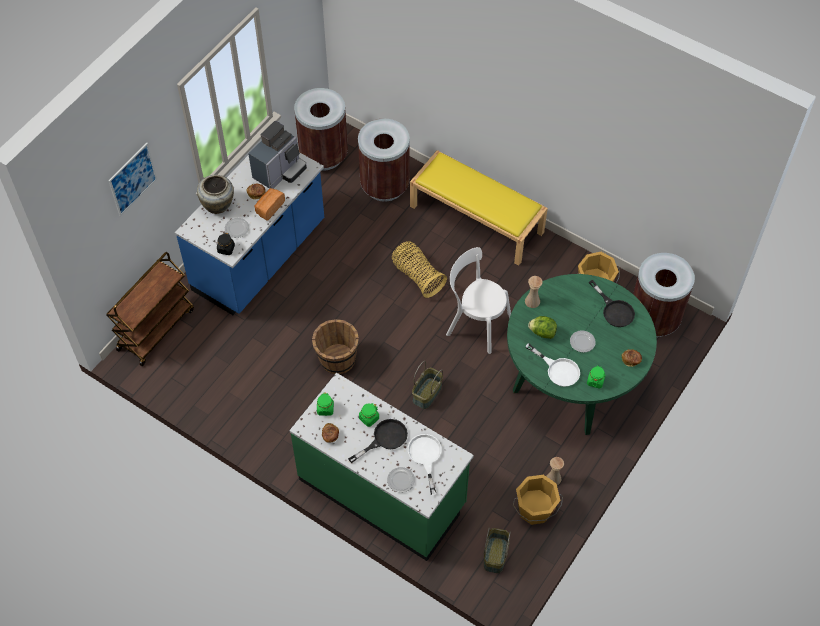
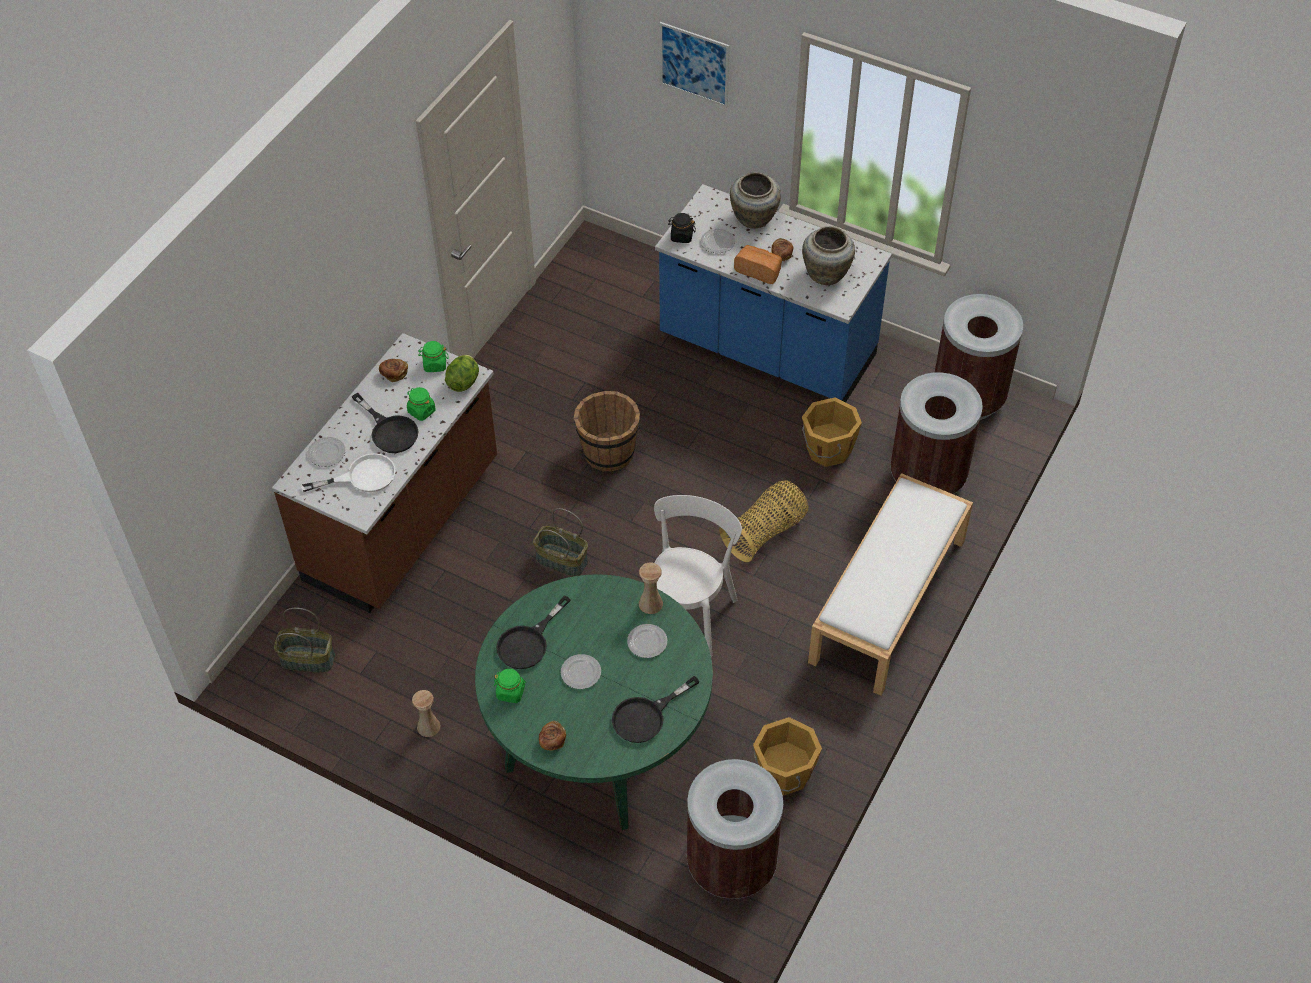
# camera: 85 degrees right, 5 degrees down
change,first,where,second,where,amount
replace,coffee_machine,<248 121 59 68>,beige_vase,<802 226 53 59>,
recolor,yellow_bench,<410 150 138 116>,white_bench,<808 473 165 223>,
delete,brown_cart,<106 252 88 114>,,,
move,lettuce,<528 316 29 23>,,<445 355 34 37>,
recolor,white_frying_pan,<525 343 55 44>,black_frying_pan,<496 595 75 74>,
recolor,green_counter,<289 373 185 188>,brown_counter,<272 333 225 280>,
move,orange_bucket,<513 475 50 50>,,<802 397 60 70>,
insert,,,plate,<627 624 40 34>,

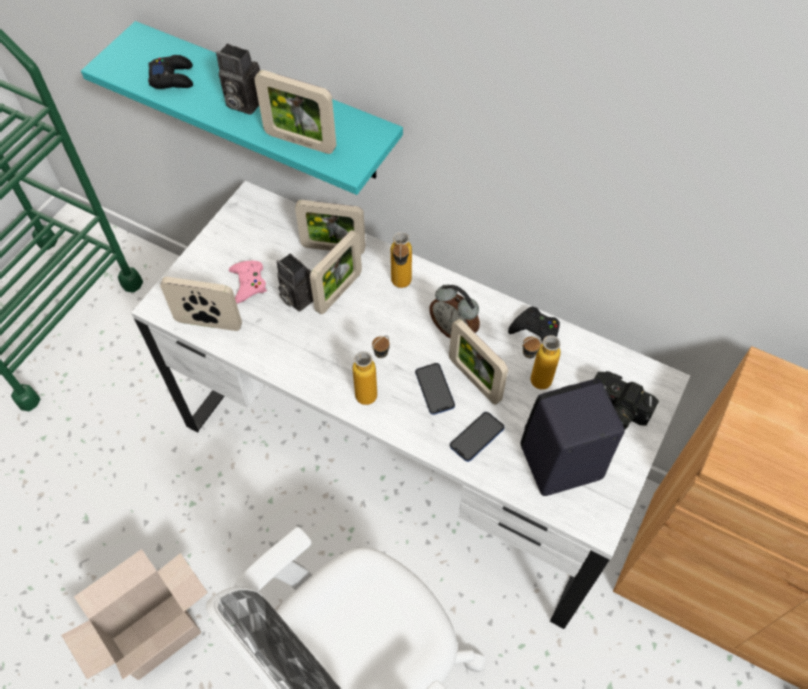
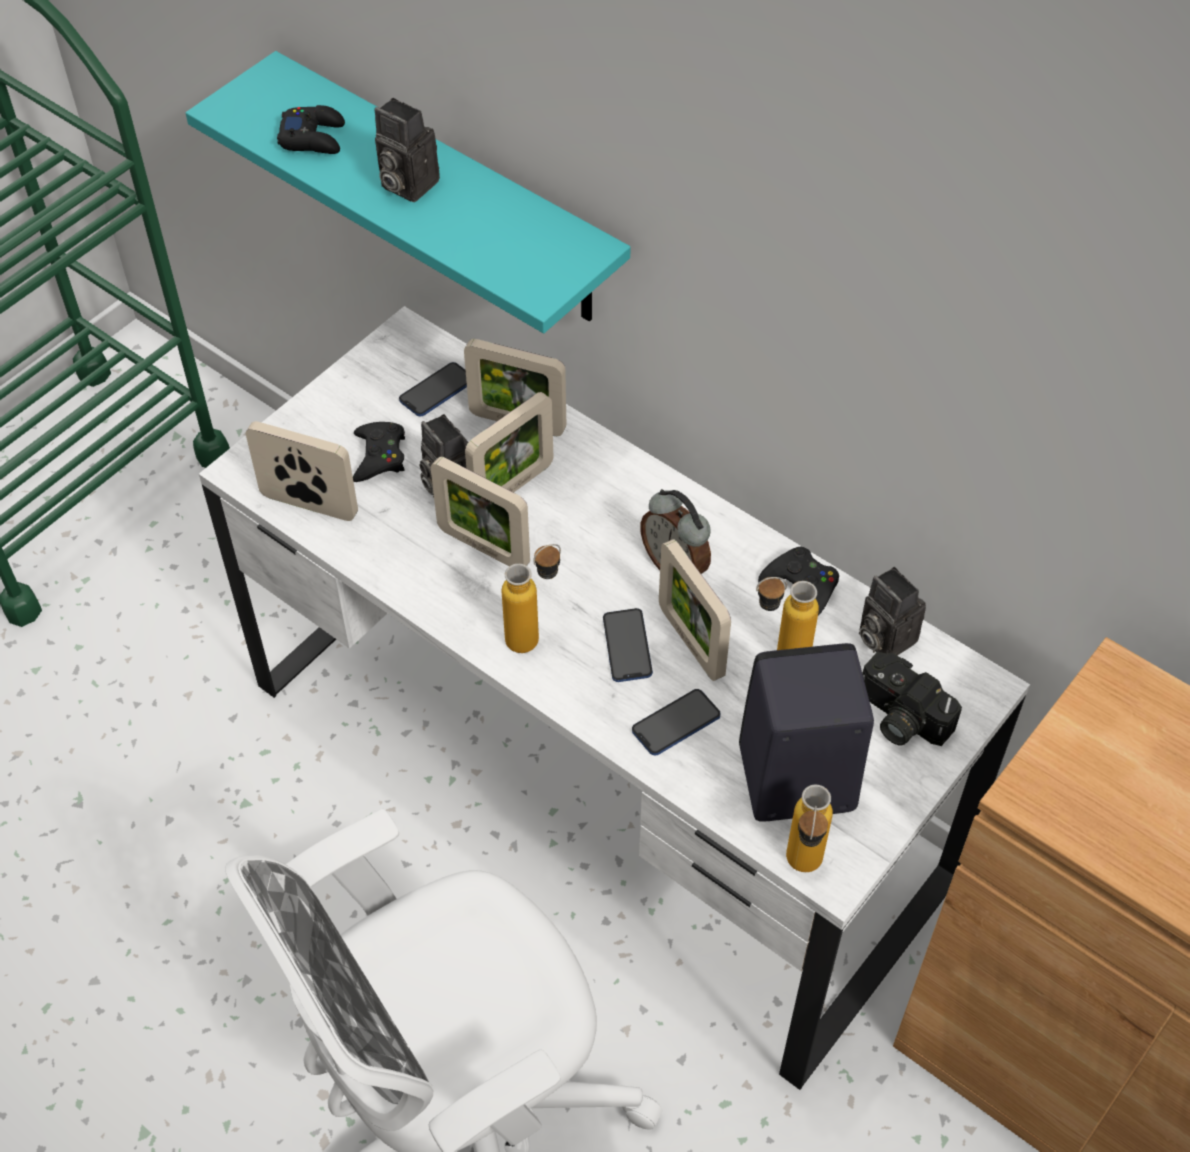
# camera: 10 degrees right, 5 degrees down
change,first,where,second,where,amount
move,picture_frame,<254 70 82 84>,,<431 457 99 109>,
move,bottle,<391 232 21 56>,,<786 785 47 87>,
recolor,pink_game_controller,<229 261 38 43>,black_game_controller,<353 422 52 60>,
delete,cardboard_box,<61 549 147 131>,,,
insert,,,phone,<399 362 68 54>,
insert,,,photo_camera,<859 567 67 89>,

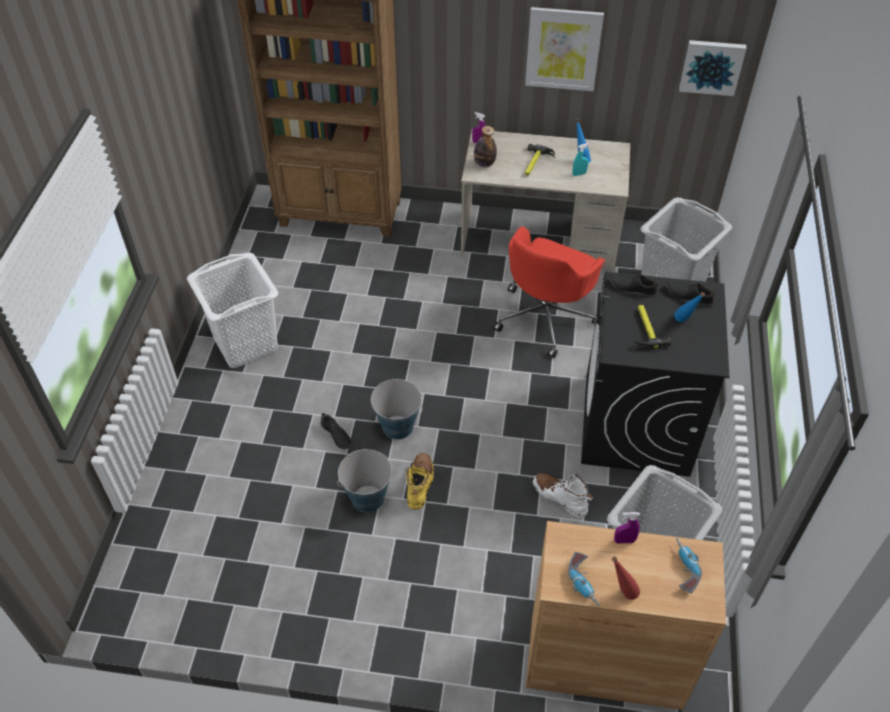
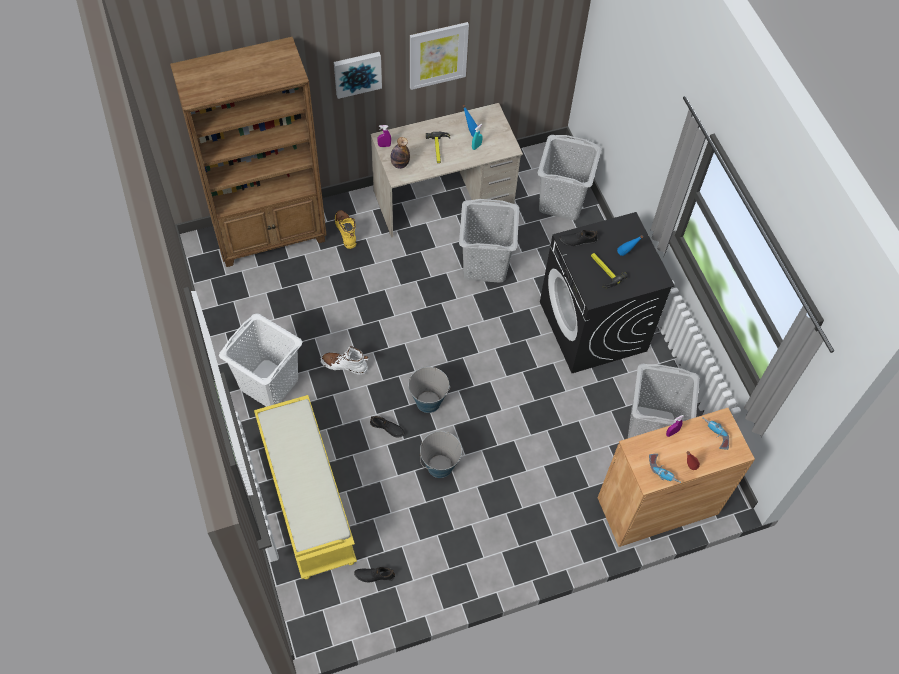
# camera: 30 degrees left, 10 degrees up
change,first,where,second,where,amount
move,picture,<679 40 68 56>,,<334 52 48 47>,
replace,red_office_chair,<493 226 112 132>,grey_laundry_basket,<459 199 60 84>,
move,black_shoe,<665 280 50 27>,,<354 567 41 16>,
move,yellow_boot,<406 453 28 57>,,<335 210 22 39>,
move,white_boot,<533 473 60 44>,,<320 346 49 29>,
insert,,,yellow_bench,<254 395 103 184>,

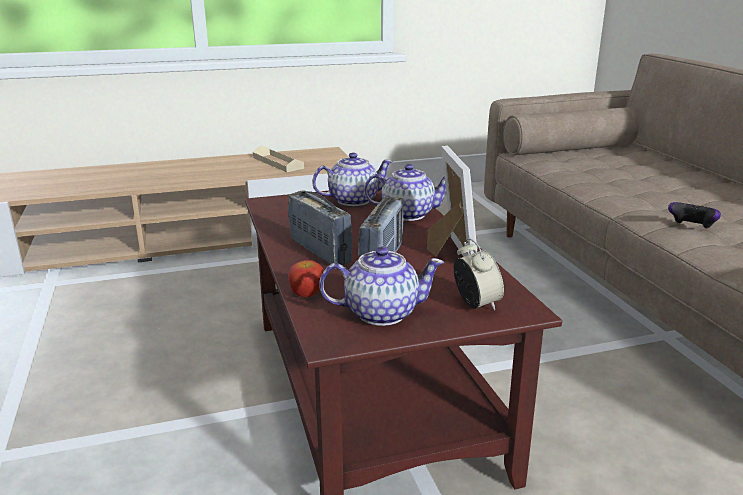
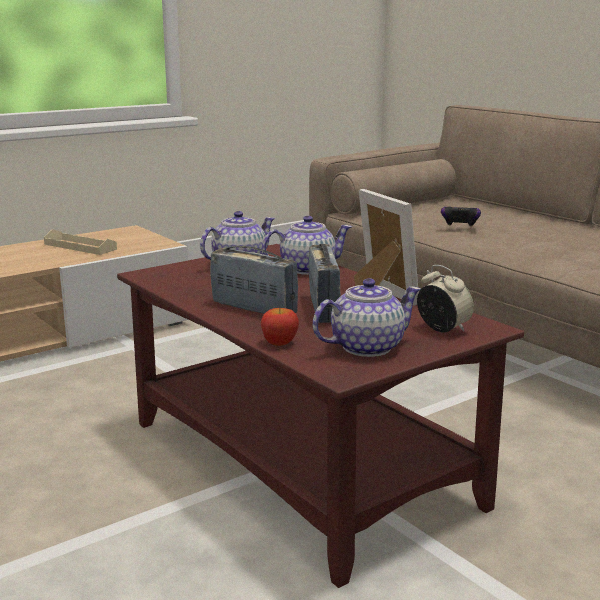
# camera: 20 degrees left, 5 degrees down
change,first,where,second,where,amount
move,game_controller,<668 202 53 27>,,<441 207 40 20>,

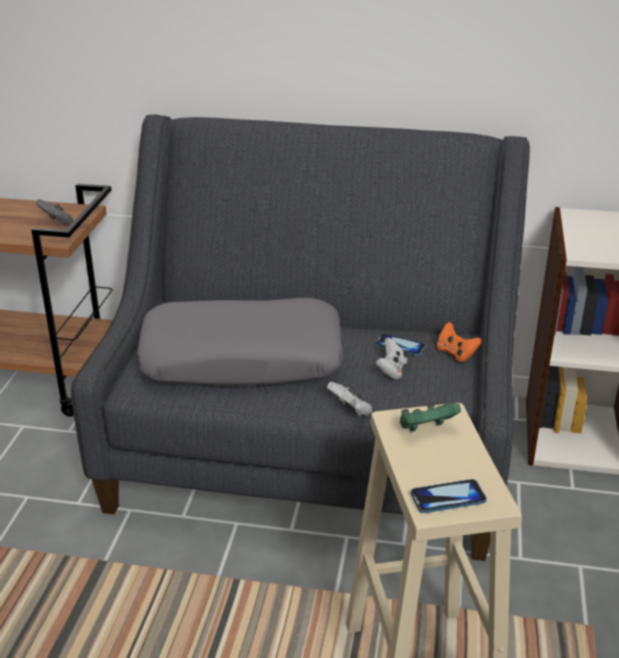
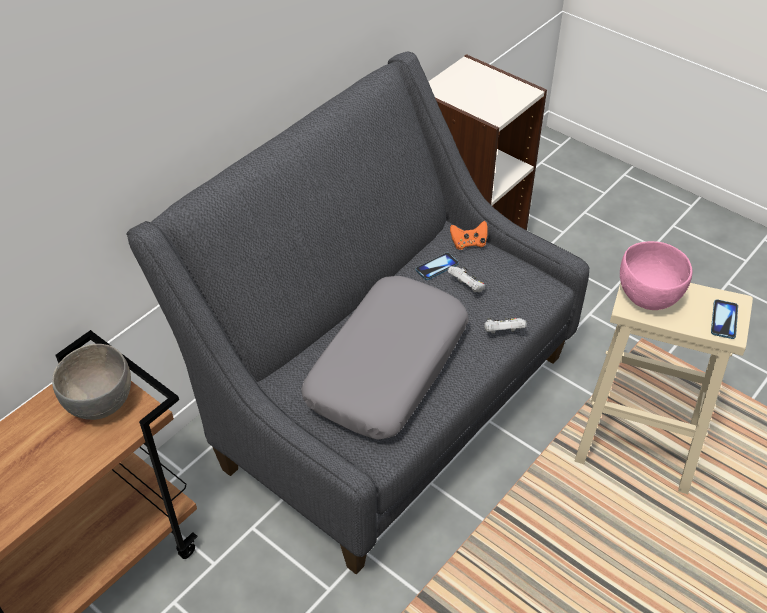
# camera: 60 degrees left, 15 degrees up
change,first,where,second,where,amount
replace,grey_game_controller,<36 199 37 26>,grey_bowl,<52 344 79 76>,
replace,green_game_controller,<400 403 61 29>,pink_bowl,<620 241 72 69>,

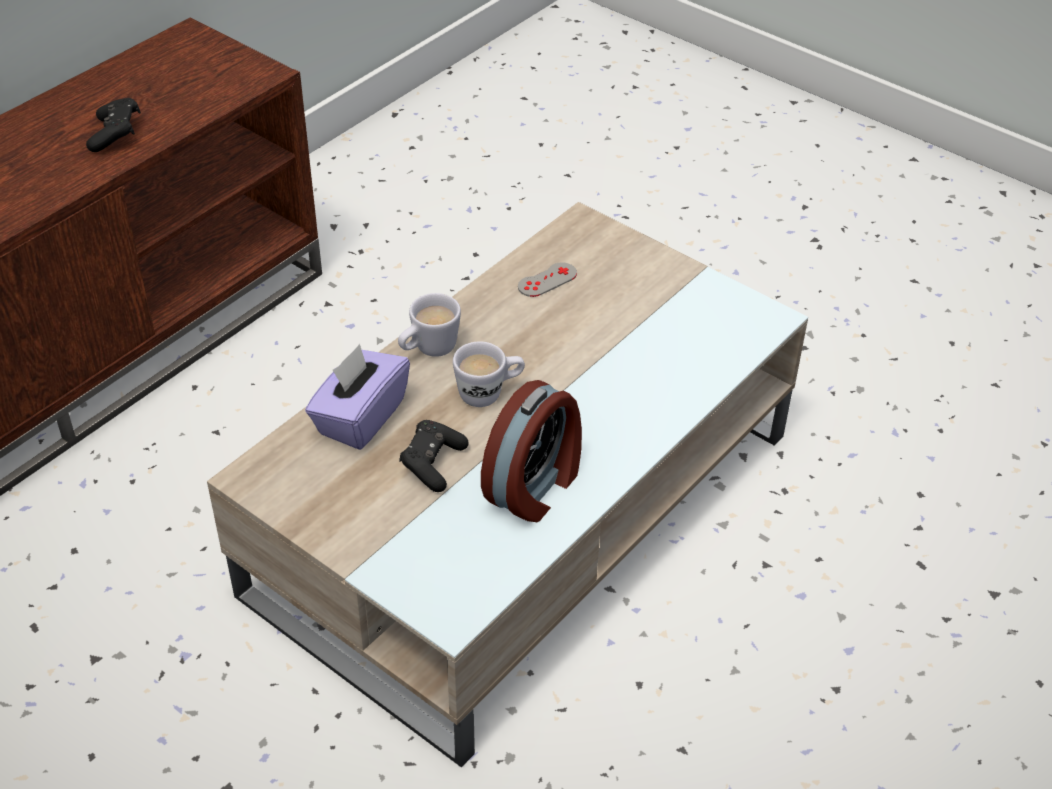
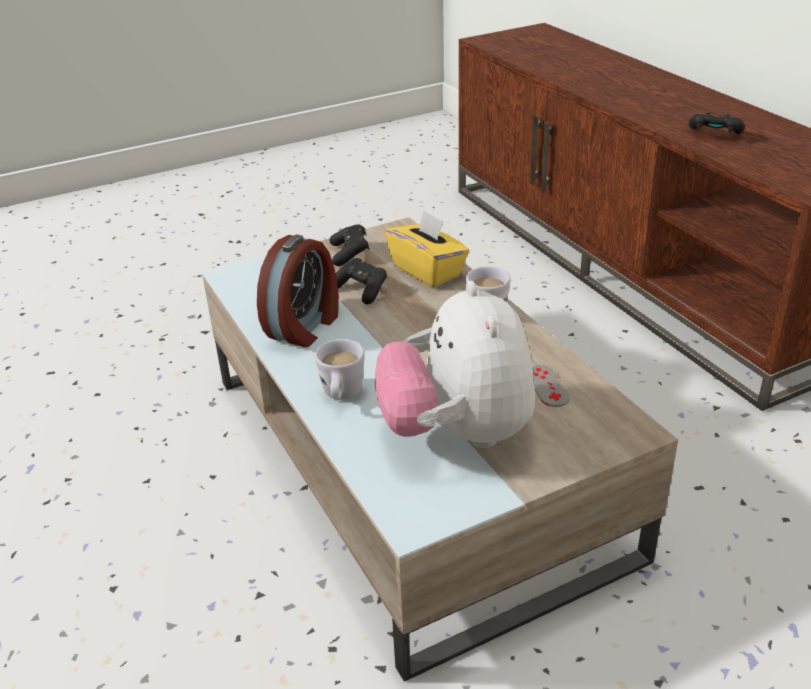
# camera: 115 degrees right, 10 degrees down
change,first,where,second,where,amount
move,white_mug,<453 342 72 65>,,<315 339 50 61>,
recolor,purple_tissue_box,<305 344 105 106>,yellow_tissue_box,<385 210 84 77>,
rotate,alarm_clock,<481 380 101 142>,,<257 235 82 112>,120 degrees counterclockwise
insert,,,black_game_controller,<330 224 39 42>,
insert,,,plush_toy,<375 281 160 167>,

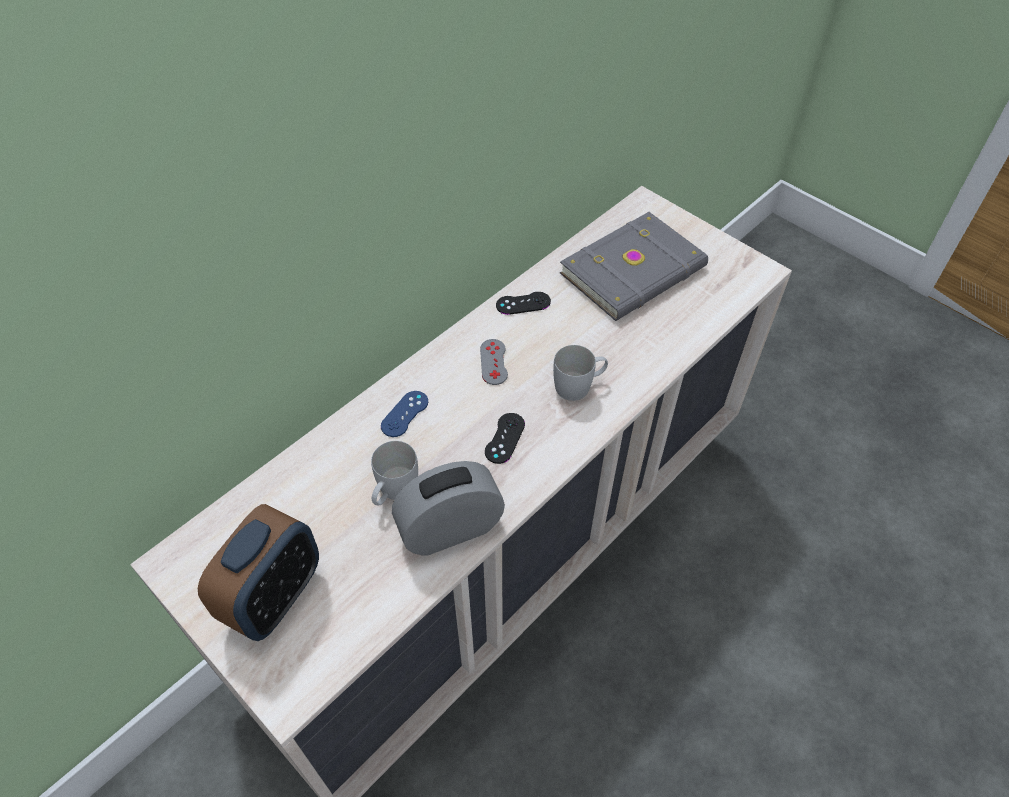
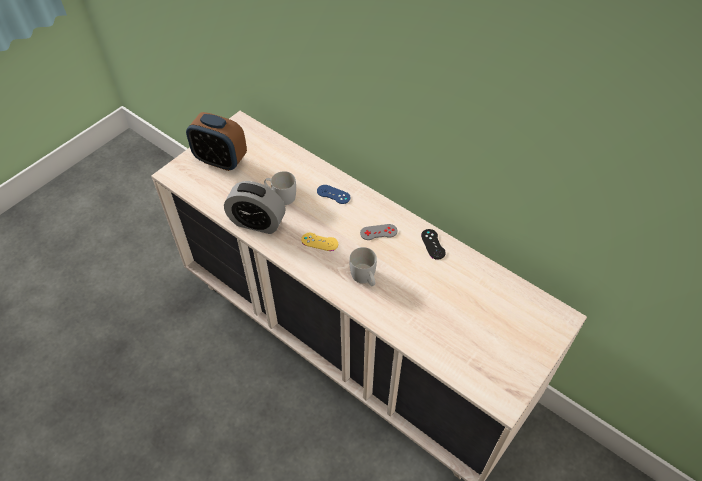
# camera: 85 degrees right, 0 degrees up
change,first,where,second,where,amount
delete,grey_book,<560 212 148 109>,,,
recolor,black_game_controller,<485 413 40 51>,yellow_game_controller,<301 233 37 18>,
rotate,alarm_clock,<392 461 113 94>,,<224 181 62 53>,135 degrees clockwise

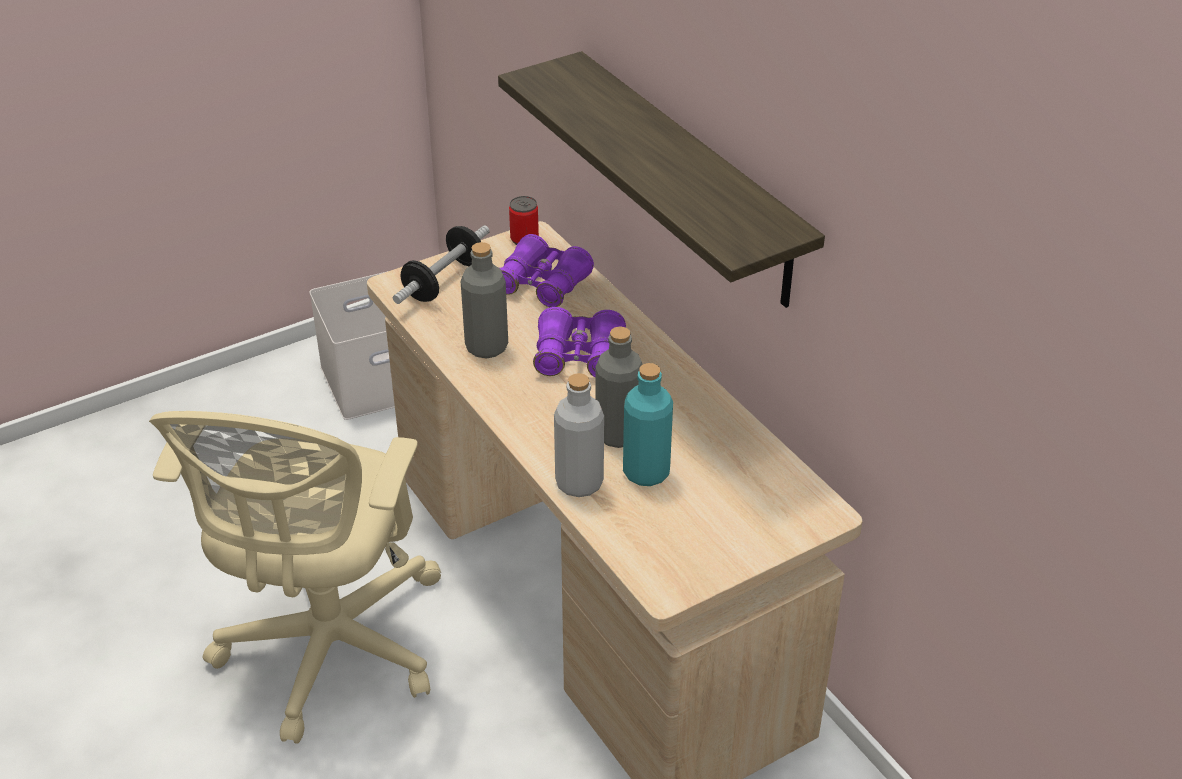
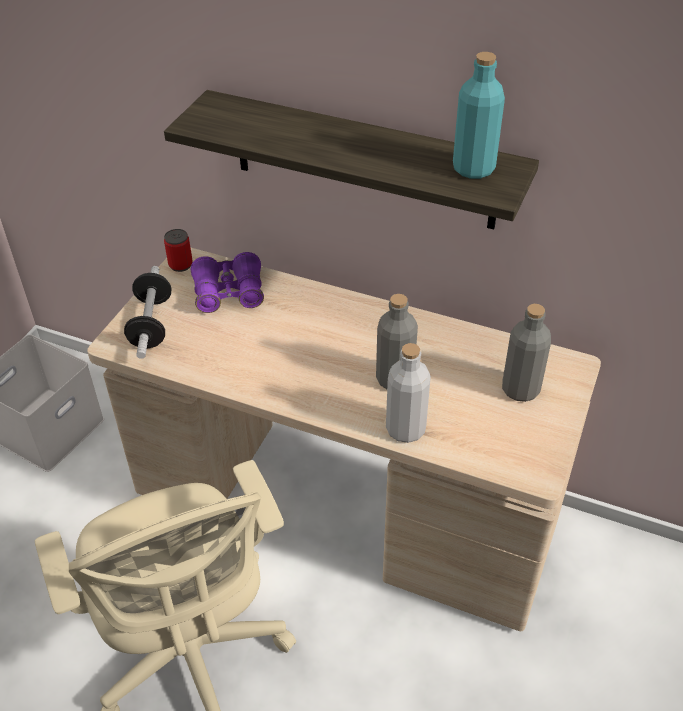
# camera: 35 degrees left, 5 degrees up
change,first,where,second,where,amount
move,grey_bottle,<461 242 47 116>,,<502 304 49 98>,
delete,purple_binoculars,<533 307 93 70>,,,
move,turquoise_bottle,<623 363 50 123>,,<453 52 52 127>,

